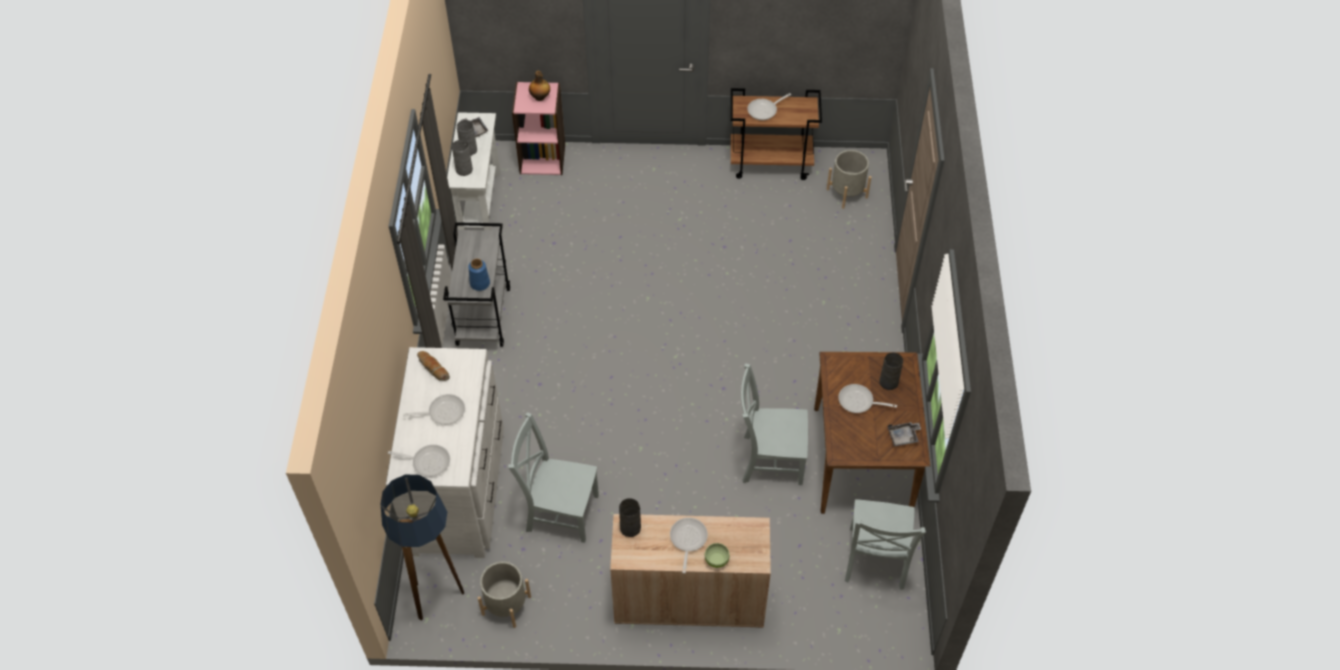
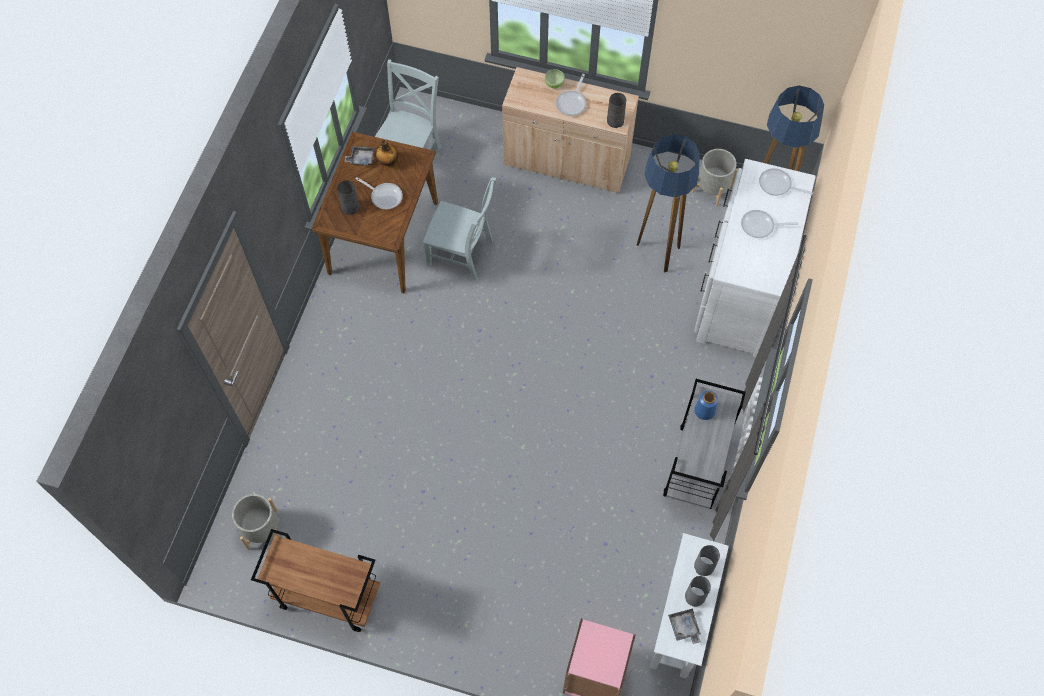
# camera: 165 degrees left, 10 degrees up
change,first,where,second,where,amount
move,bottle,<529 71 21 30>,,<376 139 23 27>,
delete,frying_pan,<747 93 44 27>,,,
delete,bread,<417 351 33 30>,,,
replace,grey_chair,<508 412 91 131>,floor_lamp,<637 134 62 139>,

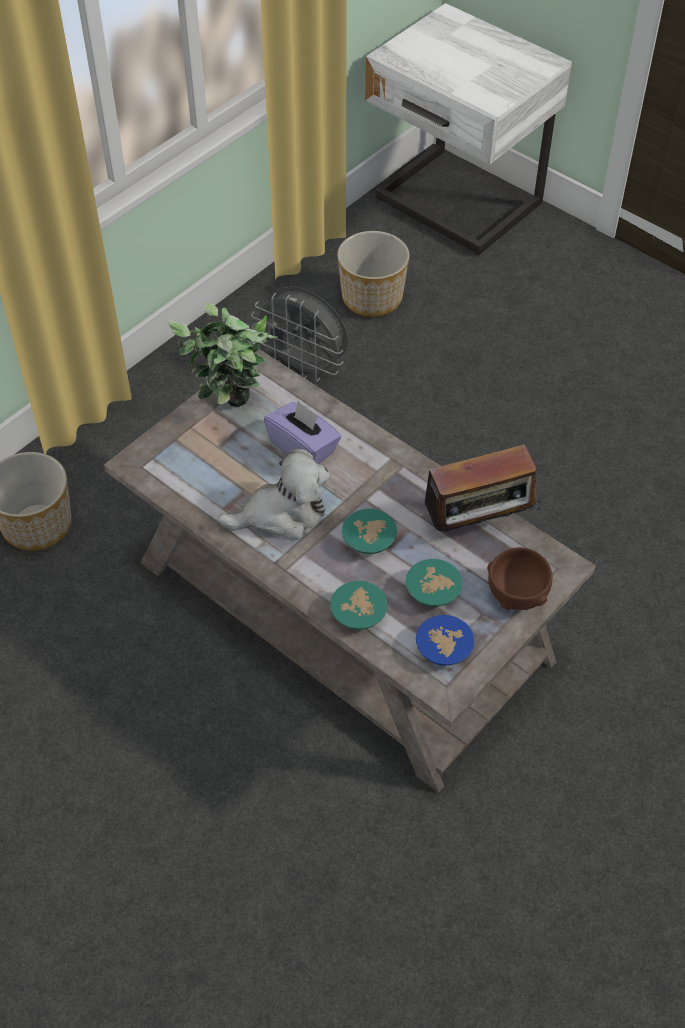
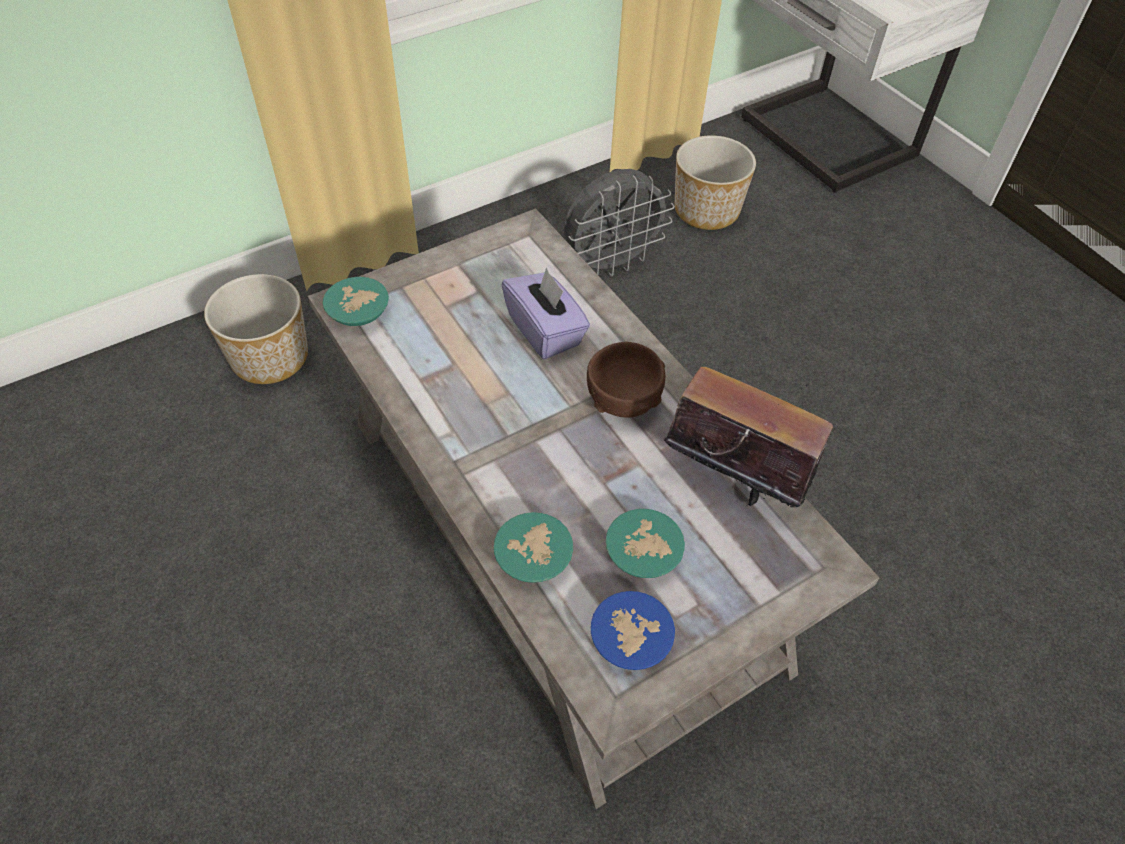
# camera: 15 degrees right, 0 degrees up
change,first,where,second,where,amount
rotate,grey_fan,<251 286 97 96>,,<564 169 111 107>,75 degrees counterclockwise
delete,potted_plant,<167 303 111 104>,,,
rotate,radio,<416 444 124 94>,,<664 367 169 140>,150 degrees counterclockwise
delete,plush_toy,<218 449 112 91>,,,
move,turquoise_bowl,<342 509 55 45>,,<323 277 66 49>,
move,brown_bowl,<487 547 66 63>,,<587 342 78 76>,

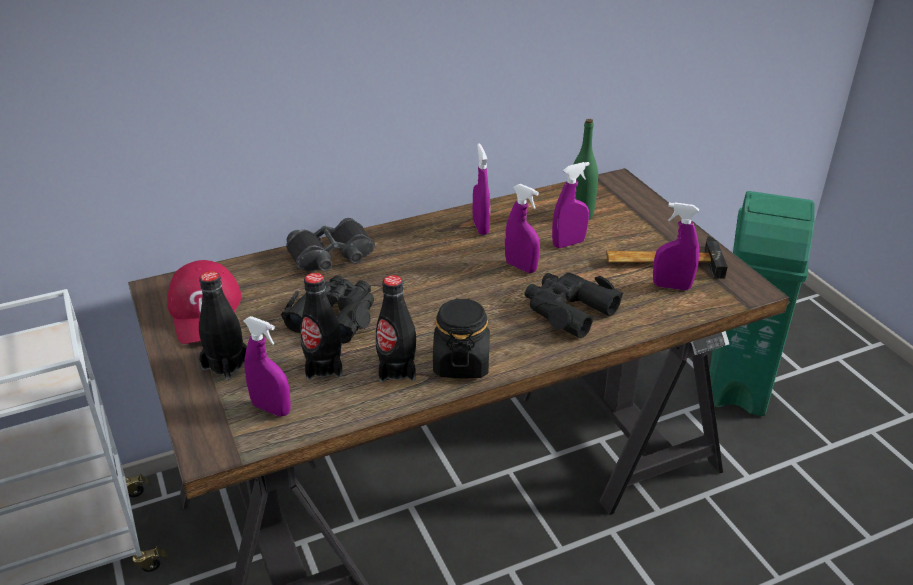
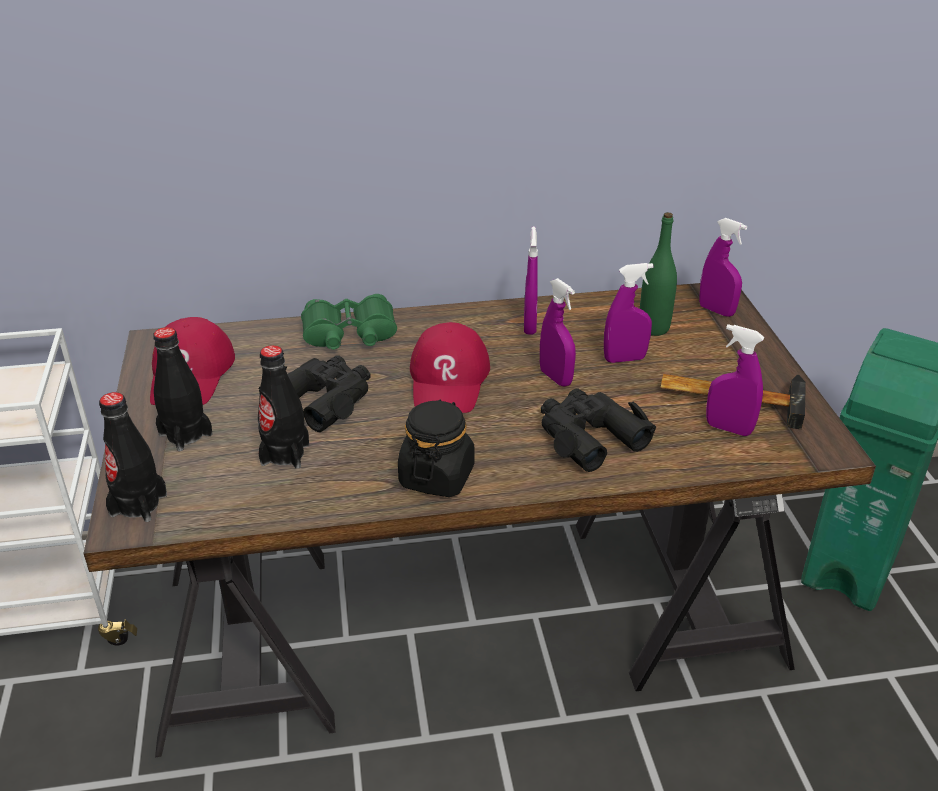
# camera: 15 degrees right, 0 degrees up
change,first,where,second,where,amount
recolor,black_binoculars,<286 218 89 53>,green_binoculars,<301 294 96 56>,
move,black_bottle,<376 275 40 107>,,<99 392 68 130>,
move,purple_spray_bottle,<244 316 47 101>,,<699 218 48 99>,
insert,,,red_cap,<410 322 80 91>,

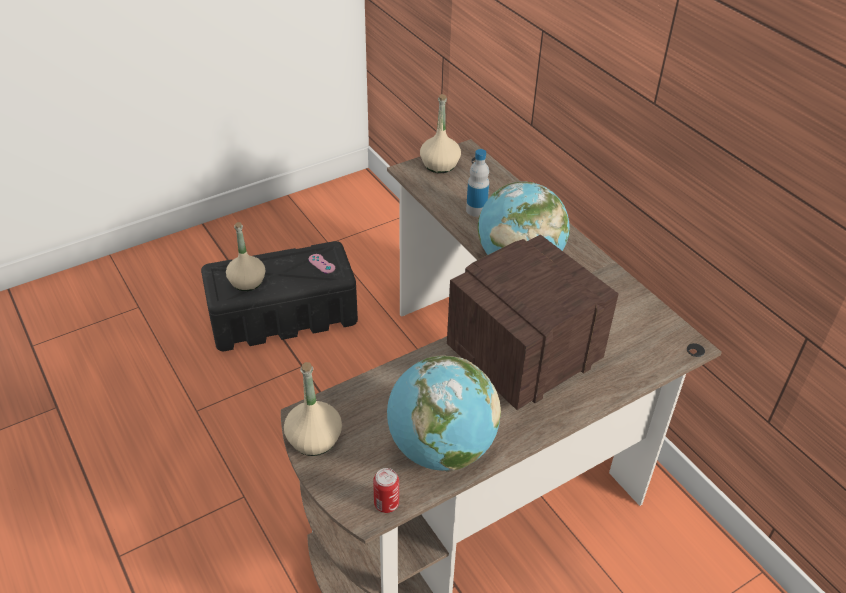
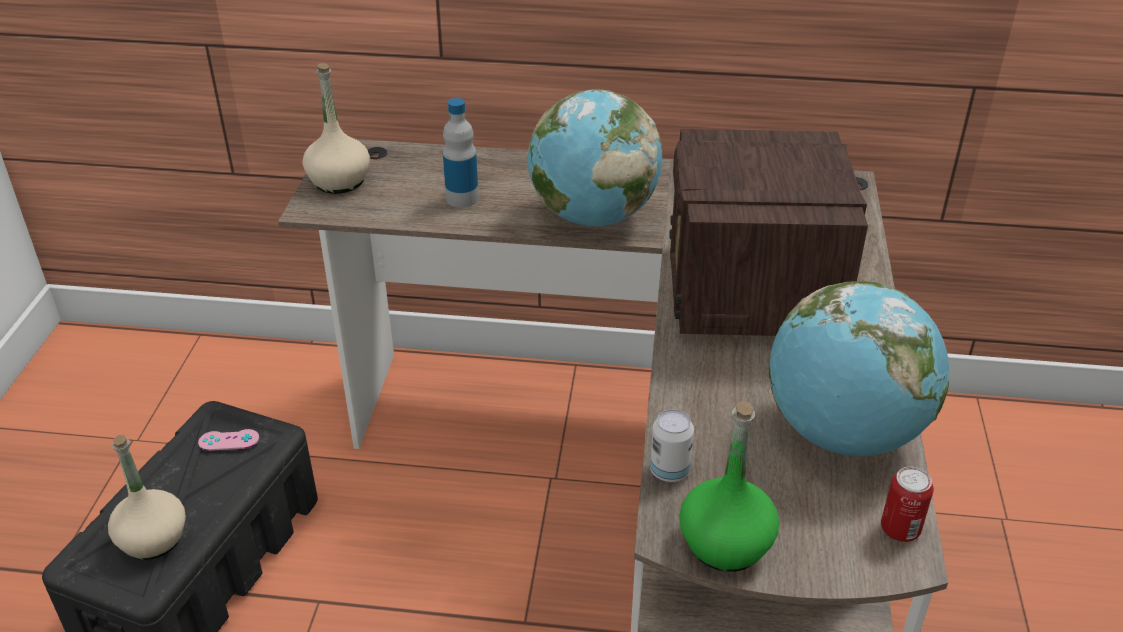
# camera: 50 degrees left, 5 degrees down
change,first,where,second,where,amount
recolor,beige_bottle,<284 362 58 94>,green_bottle,<679 401 100 171>,
insert,,,can,<650 409 44 73>,

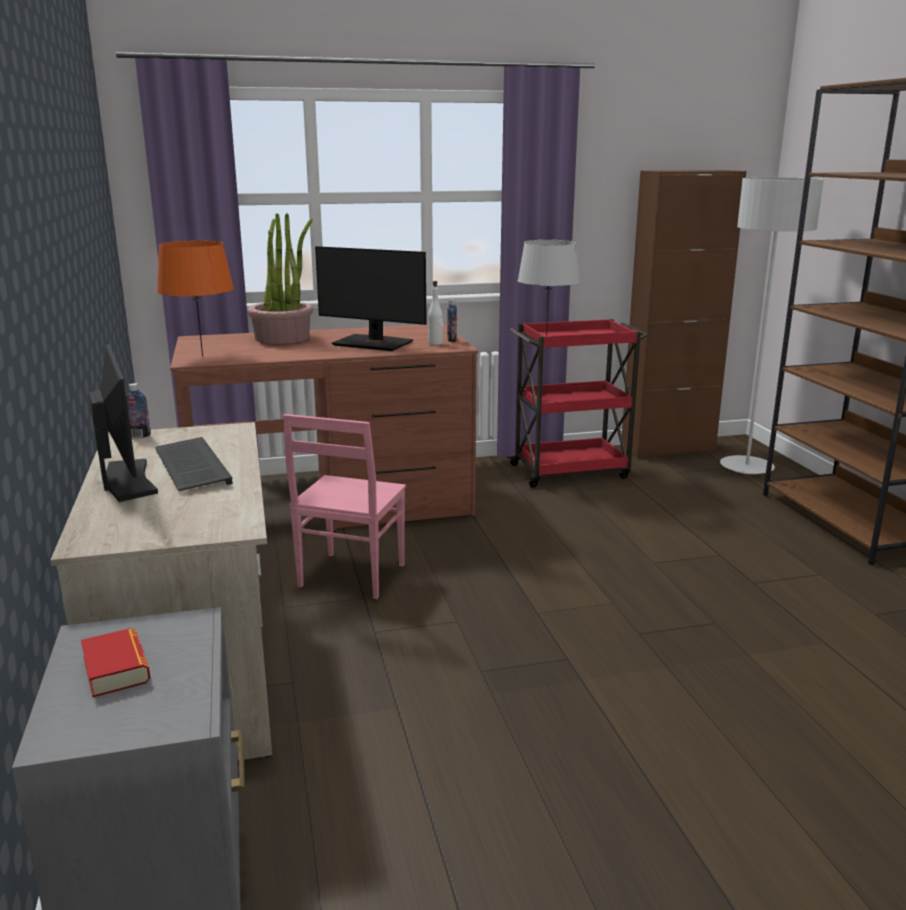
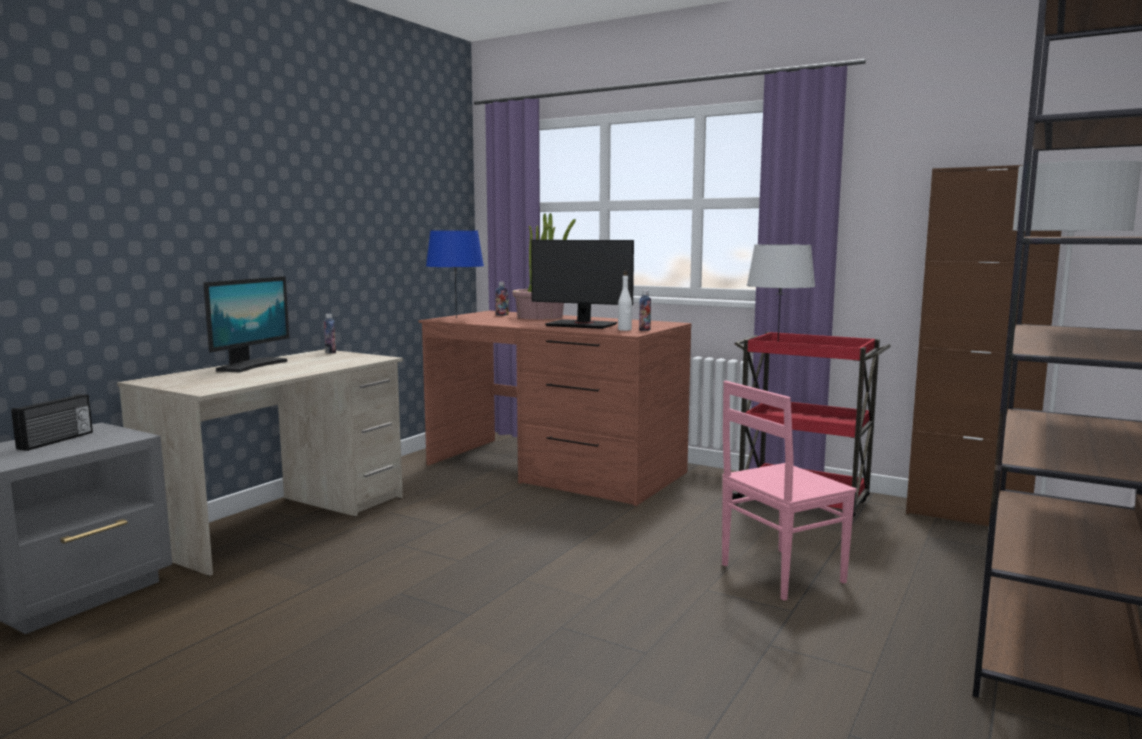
# camera: 45 degrees right, 10 degrees down
change,first,where,second,where,amount
recolor,orange_table_lamp,<157 241 77 115>,blue_table_lamp,<426 230 58 88>,
rotate,monitor,<315 246 112 105>,,<531 240 103 89>,45 degrees counterclockwise
move,pink_chair,<283 414 123 185>,,<722 381 135 220>,
delete,keyboard,<155 437 78 54>,,,
replace,book,<81 628 69 69>,radio,<11 394 82 57>,
insert,,,bottle,<495 282 14 34>,

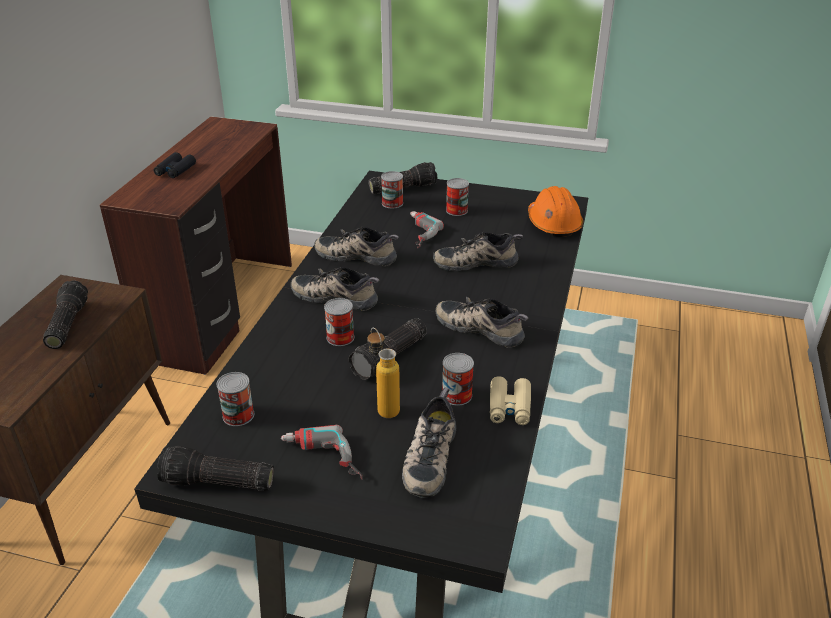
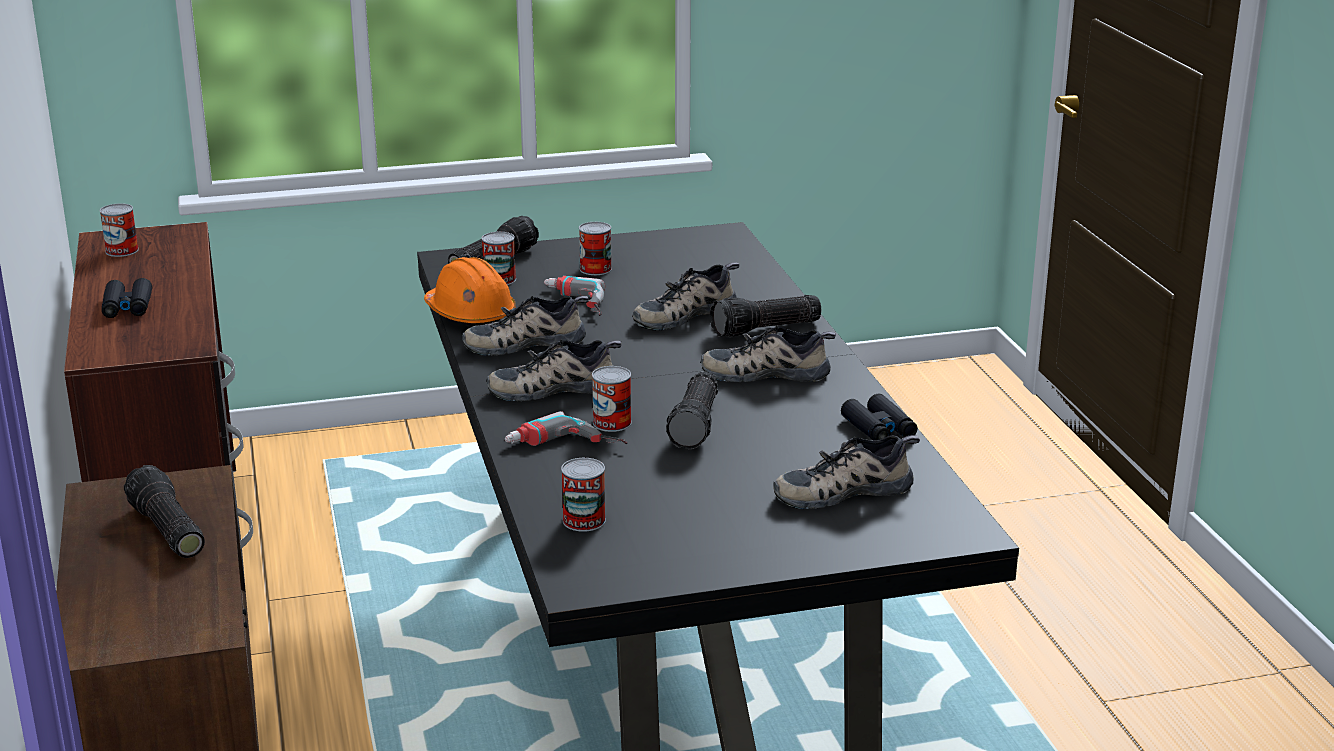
# camera: 30 degrees left, 10 degrees down
change,first,where,second,where,amount
move,orange_hard_hat,<528 186 55 51>,,<424 257 92 69>,
delete,bottle,<367 328 33 90>,,,
move,can,<442 353 32 53>,,<99 203 40 54>,
recolor,beige_binoculars,<490 376 41 49>,black_binoculars,<841 394 77 46>,
rotate,shoe,<402 387 54 111>,,<773 435 147 74>,90 degrees clockwise
move,power_drill,<281 425 82 55>,,<505 411 123 35>,
move,flashlight,<157 446 117 45>,,<710 295 111 42>,

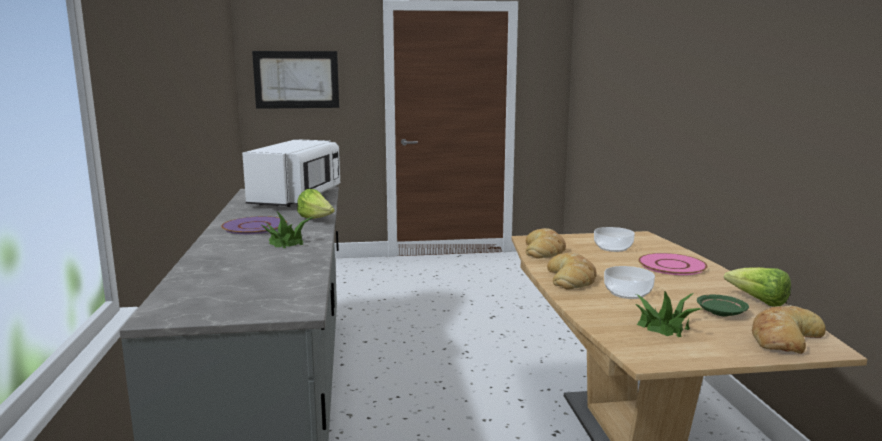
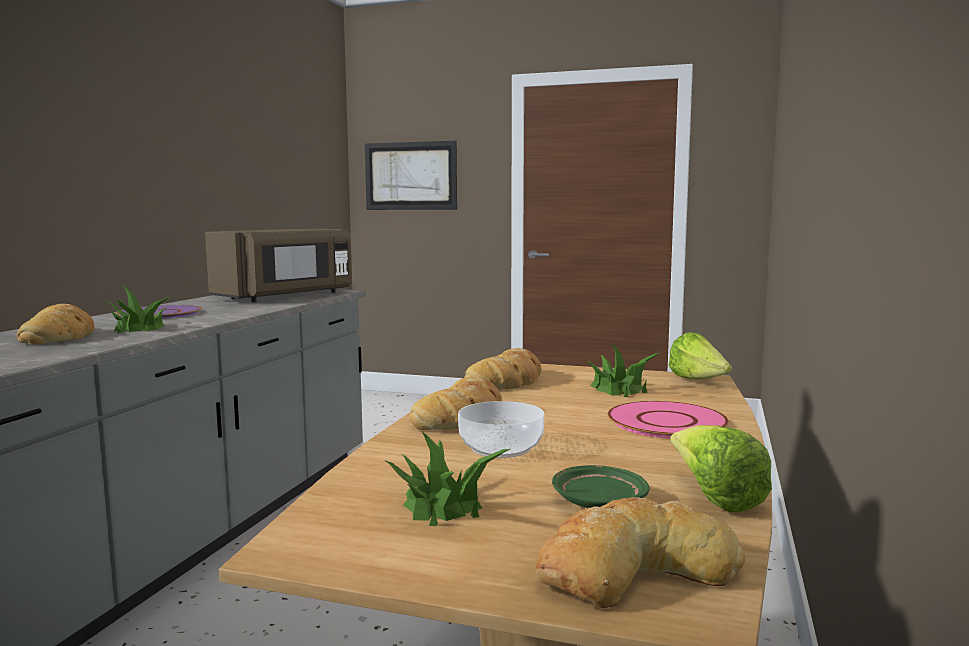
# camera: 25 degrees right, 5 degrees down
change,first,where,second,where,amount
recolor,white_microwave,<242 139 98 68>,brown_microwave,<205 229 147 73>,
move,lettuce,<297 189 38 30>,,<669 332 63 47>,
replace,bowl,<594 227 41 25>,potted_plant,<588 344 71 53>,
insert,,,bread,<17 304 78 41>,

